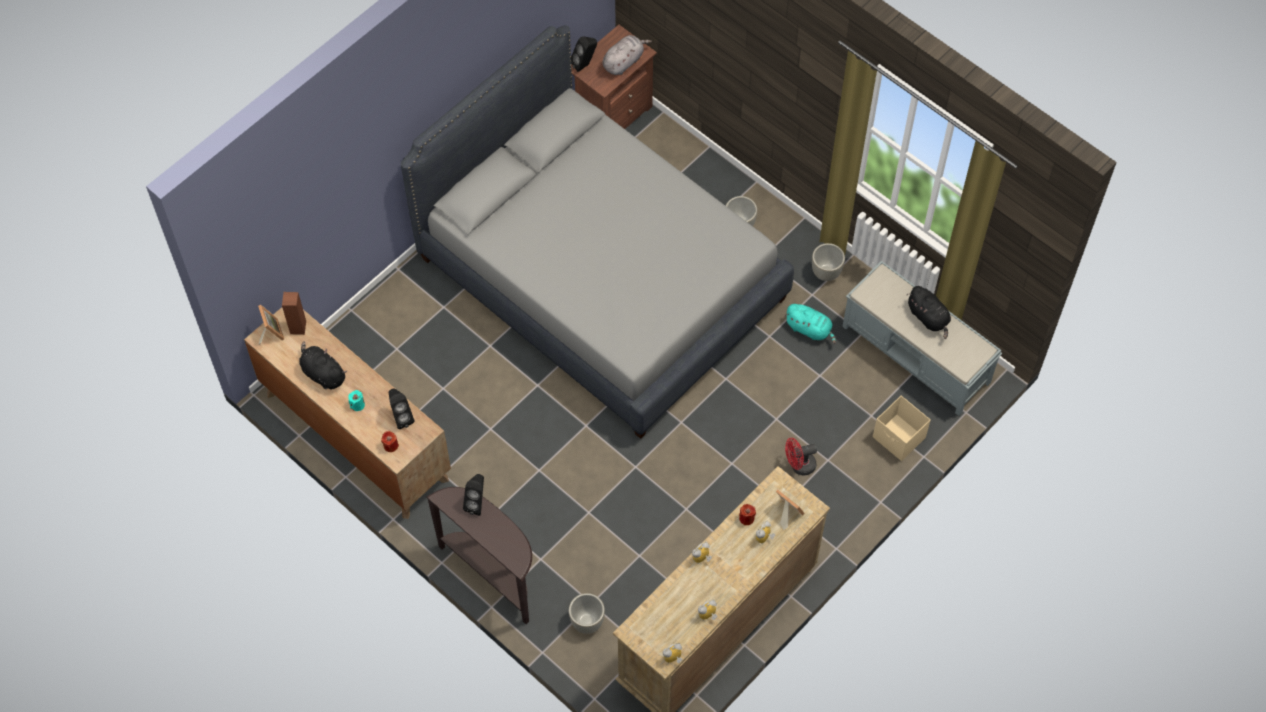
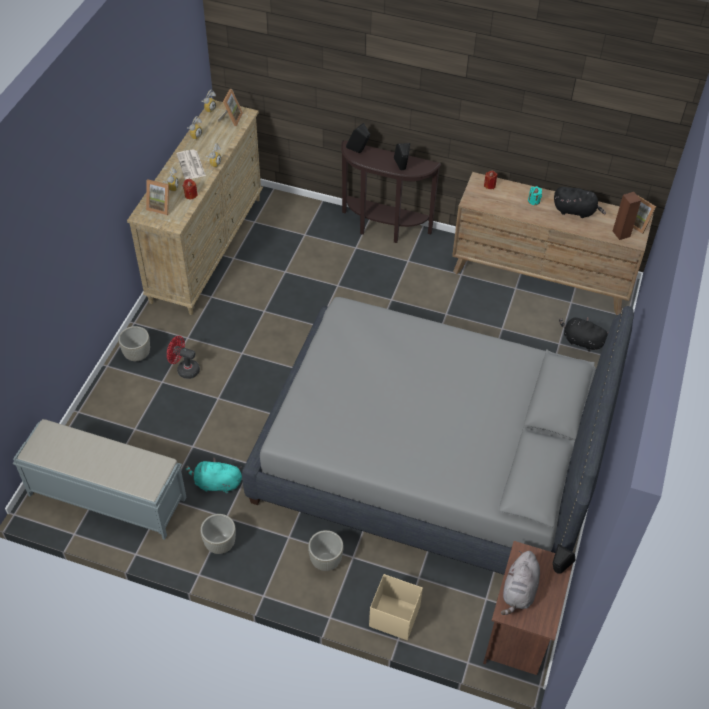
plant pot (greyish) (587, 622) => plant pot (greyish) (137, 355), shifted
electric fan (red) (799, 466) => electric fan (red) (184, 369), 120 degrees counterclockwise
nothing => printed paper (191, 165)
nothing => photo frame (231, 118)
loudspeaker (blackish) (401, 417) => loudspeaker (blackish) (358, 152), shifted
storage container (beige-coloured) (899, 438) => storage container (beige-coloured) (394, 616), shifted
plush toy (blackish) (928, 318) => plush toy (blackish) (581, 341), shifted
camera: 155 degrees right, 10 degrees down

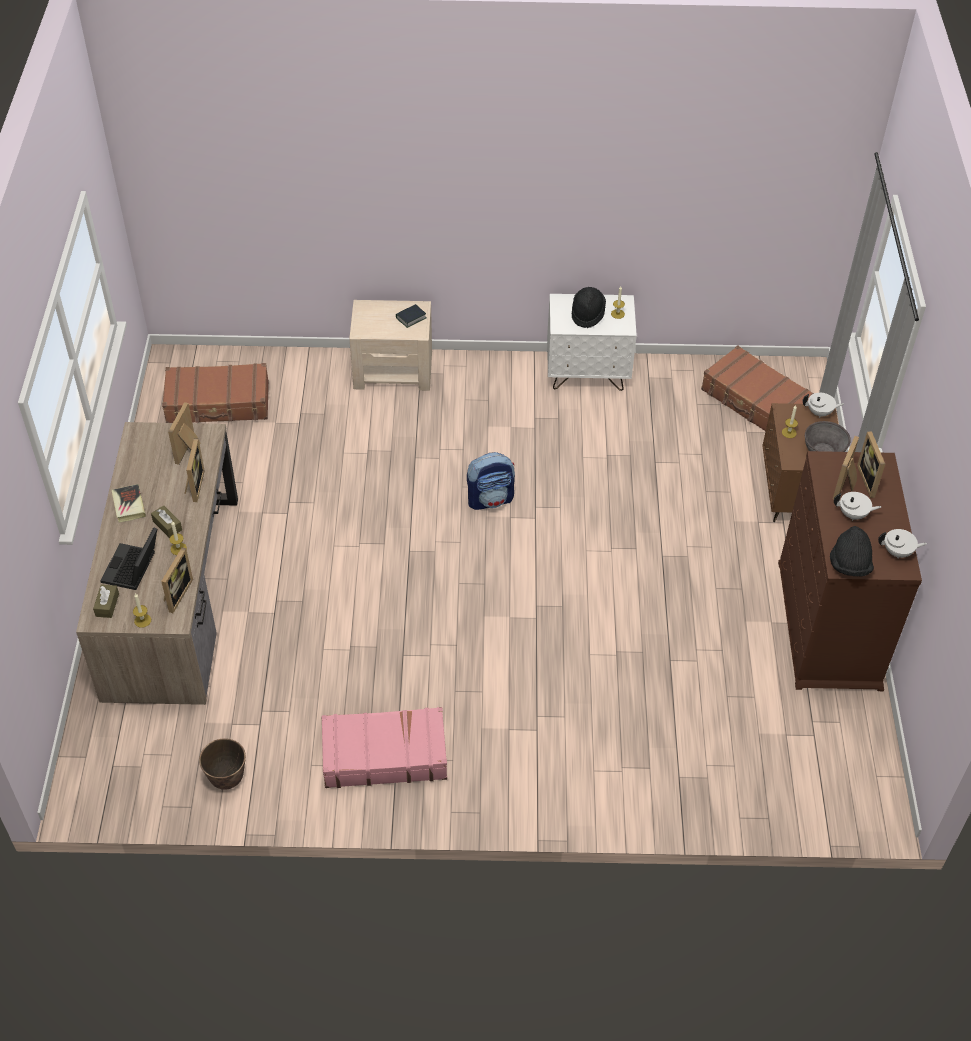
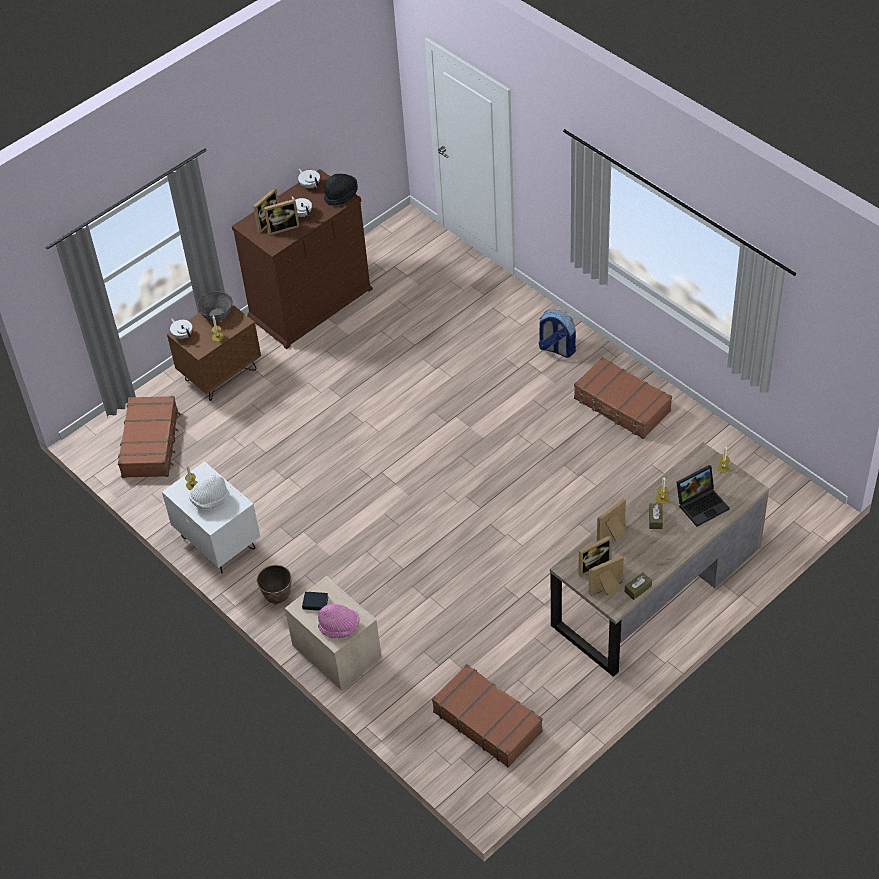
wearable hat (blackish) (587, 314) => wearable hat (white-coloured) (210, 500)
plant pot (227, 779) => plant pot (277, 597), shifted
nothing => wearable hat (pinkish) (339, 627)
rucksack (490, 499) => rucksack (556, 349), shifted
suitcase (pinkish) (384, 755) => suitcase (brown) (622, 405)
photo frame (176, 594) => photo frame (607, 590), shifted
box of tissues (brown) (107, 605) => box of tissues (brown) (638, 589), shifted
book (129, 505) => nothing
camera: 130 degrees left, 0 degrees up

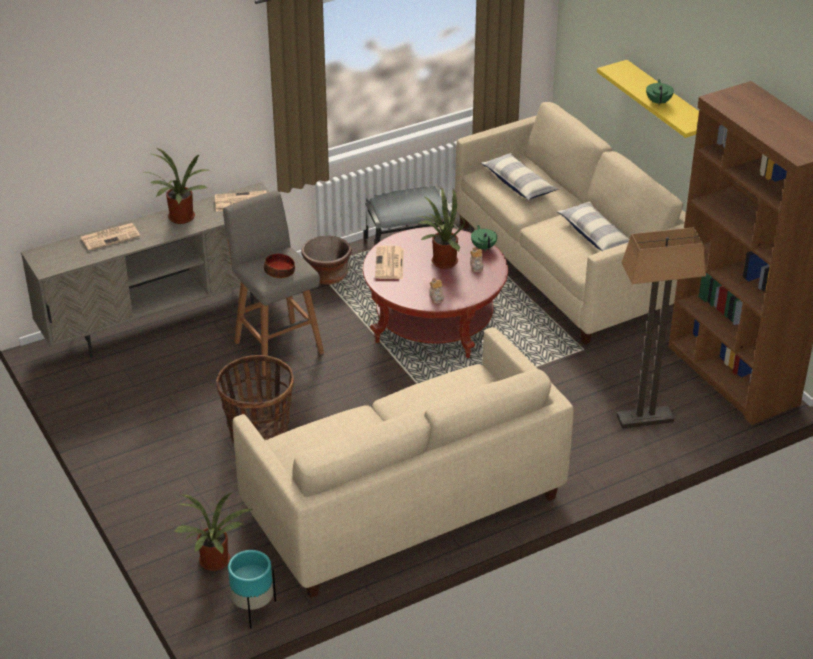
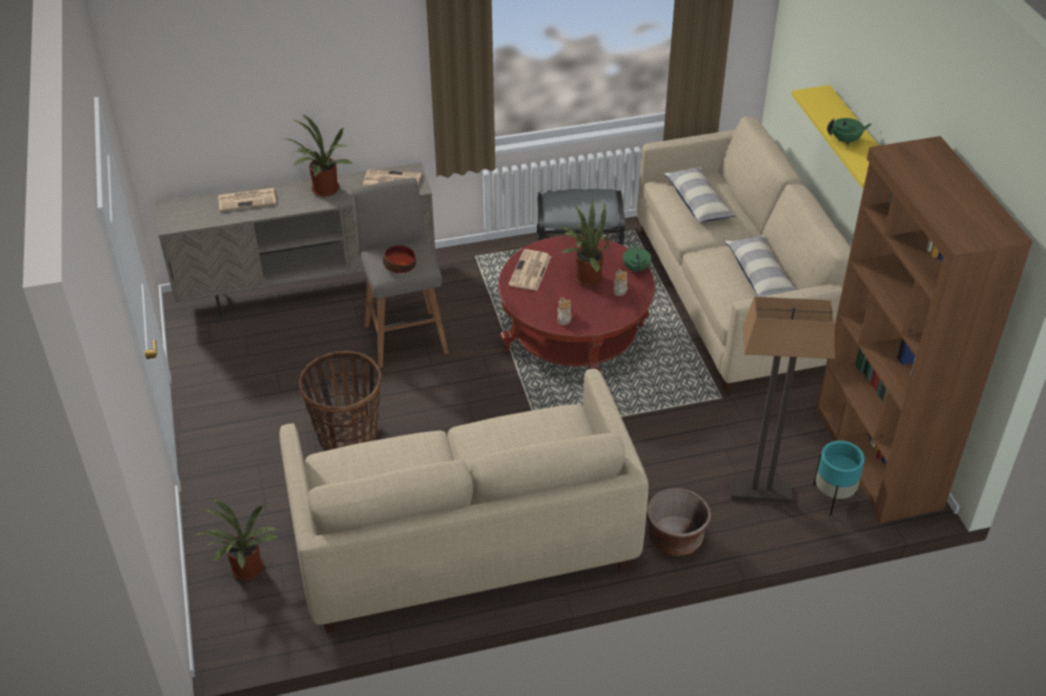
plant pot (brown) (327, 275) => plant pot (brown) (675, 538), shifted
plant pot (blue-green) (253, 610) => plant pot (blue-green) (832, 498), shifted
tea pot (green) (658, 102) => tea pot (green) (846, 140), 60 degrees clockwise
camera: 15 degrees right, 5 degrees up

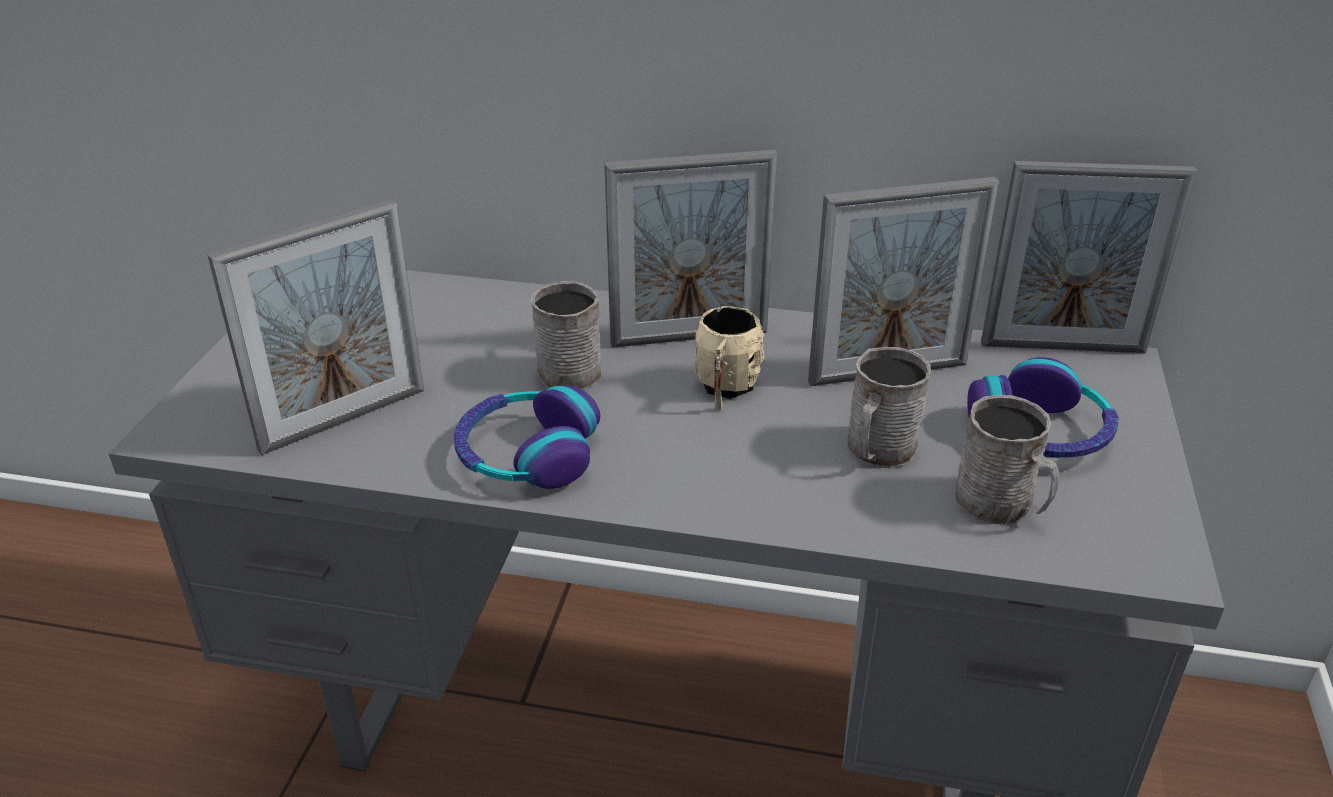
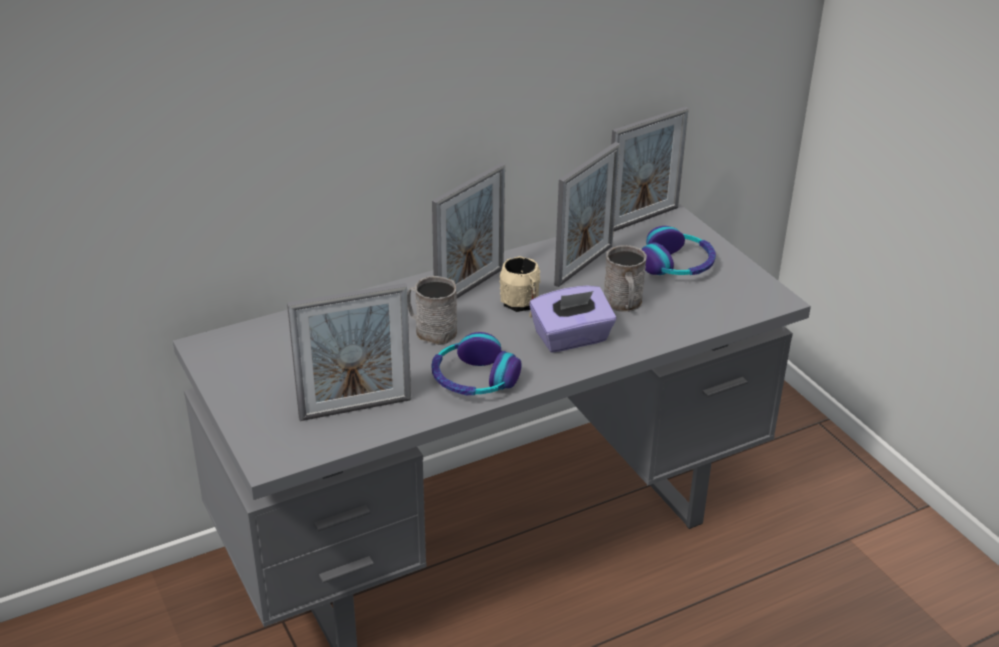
photo frame (344, 419) => photo frame (355, 408), 60 degrees clockwise
nothing => box of tissues (purplish) (571, 338)
tea mug (greyish) (1002, 506) => nothing
camera: 40 degrees left, 0 degrees up

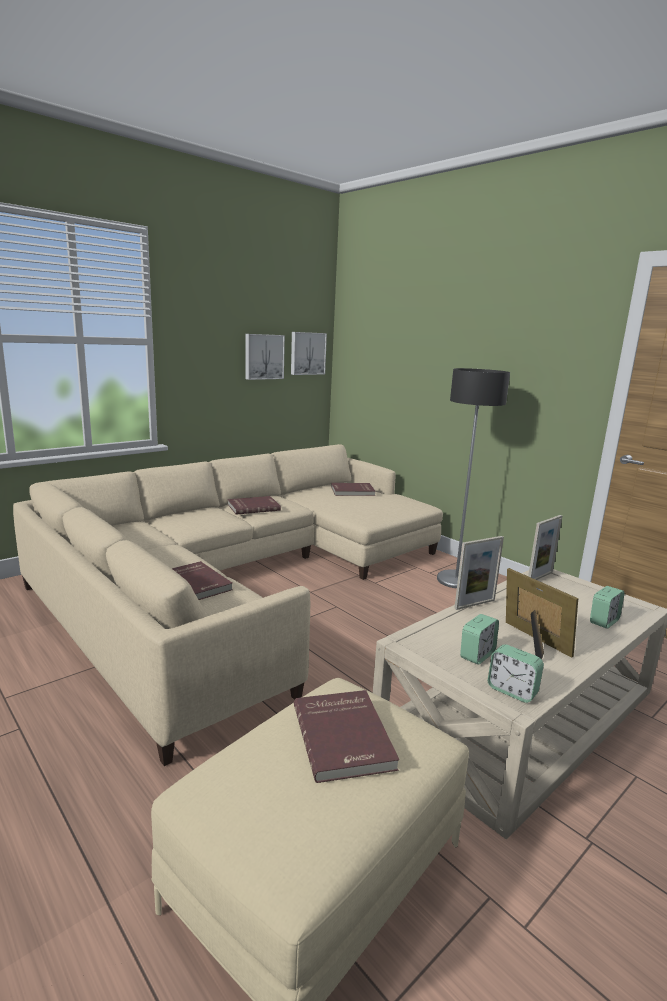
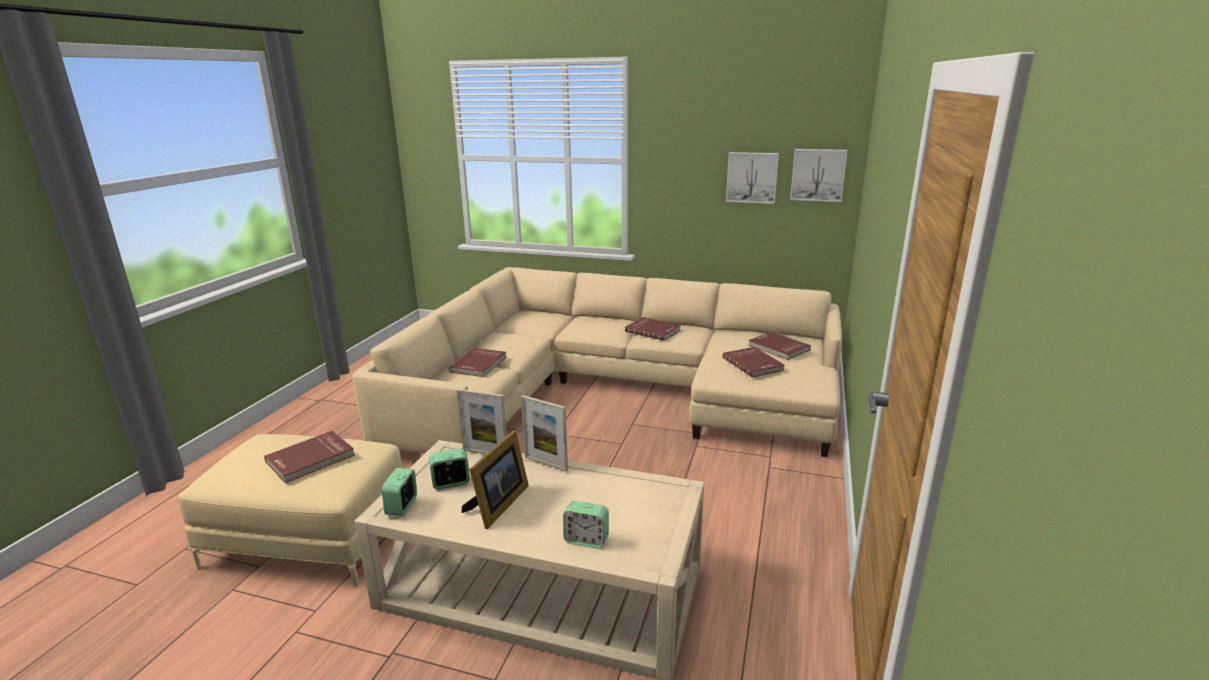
table clock (477, 655) => table clock (451, 483), 150 degrees clockwise
photo frame (540, 577) => photo frame (485, 453), shifted
nothing => book (red) (753, 364)
standard lamp (456, 580) => nothing
camera: 60 degrees right, 5 degrees up

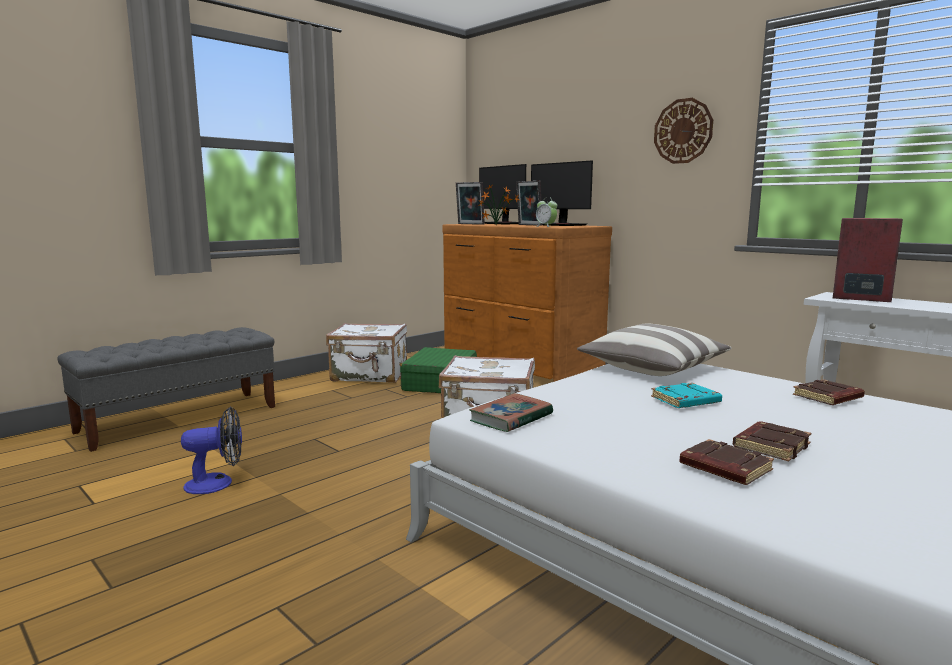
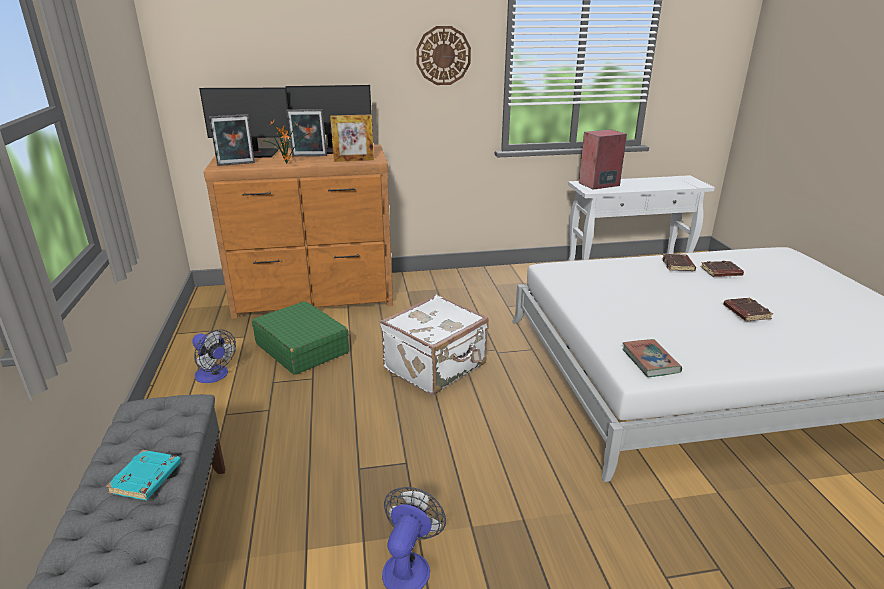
book (blue-green) (685, 401) => book (blue-green) (146, 479), shifted
suitcase (white-coloured) (370, 375) => electric fan (215, 376)
table clock (546, 226) => photo frame (353, 160)
book (brown) (723, 468) => book (brown) (721, 272), shifted
throw pillow (653, 368) => nothing
camera: 55 degrees left, 15 degrees up

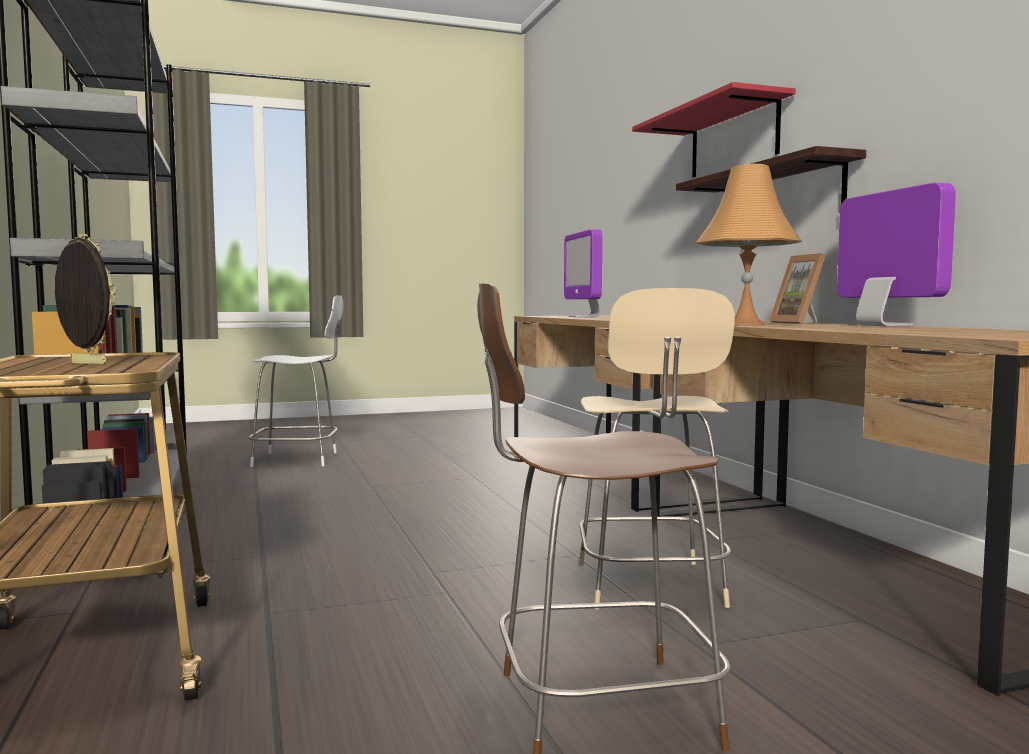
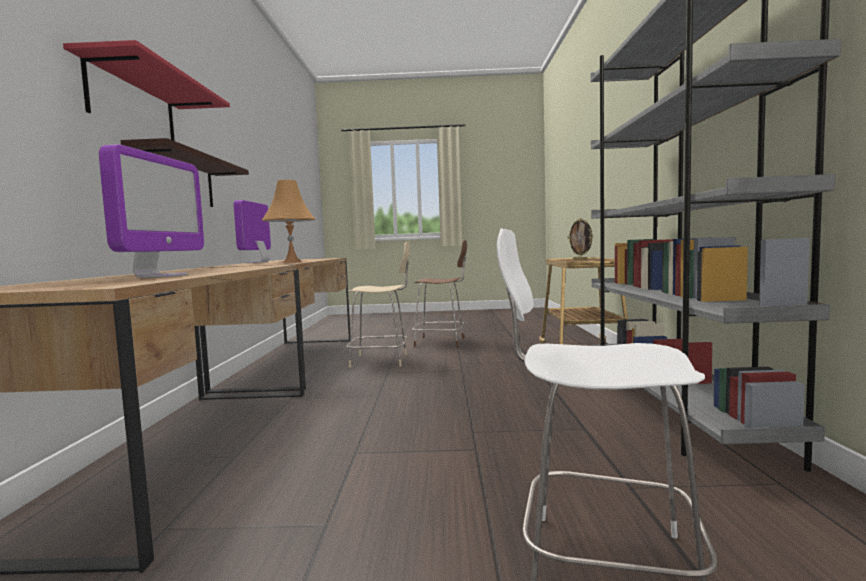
upright chair (beige-coloured) (649, 587) => upright chair (beige-coloured) (382, 360), 75 degrees clockwise
photo frame (801, 323) => nothing
camera: 160 degrees left, 0 degrees up

